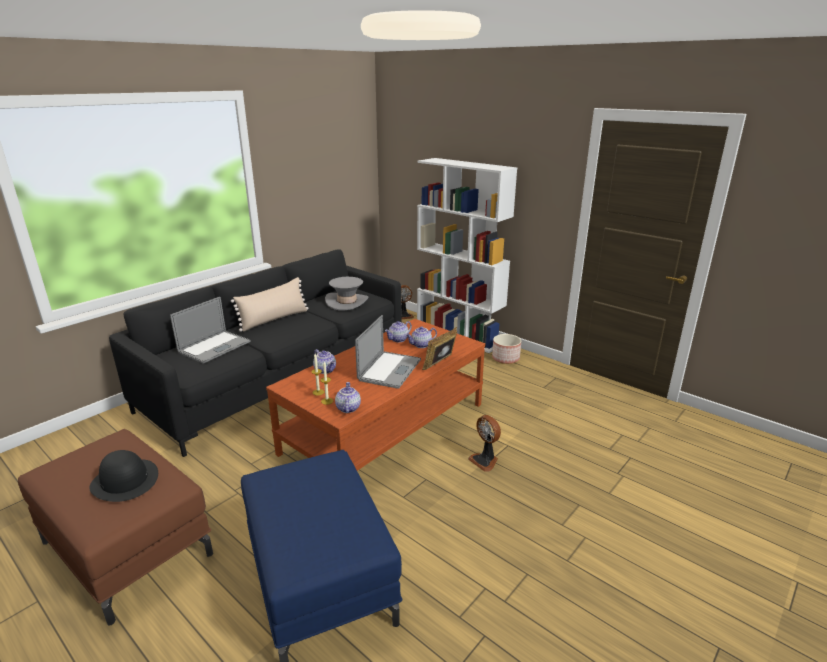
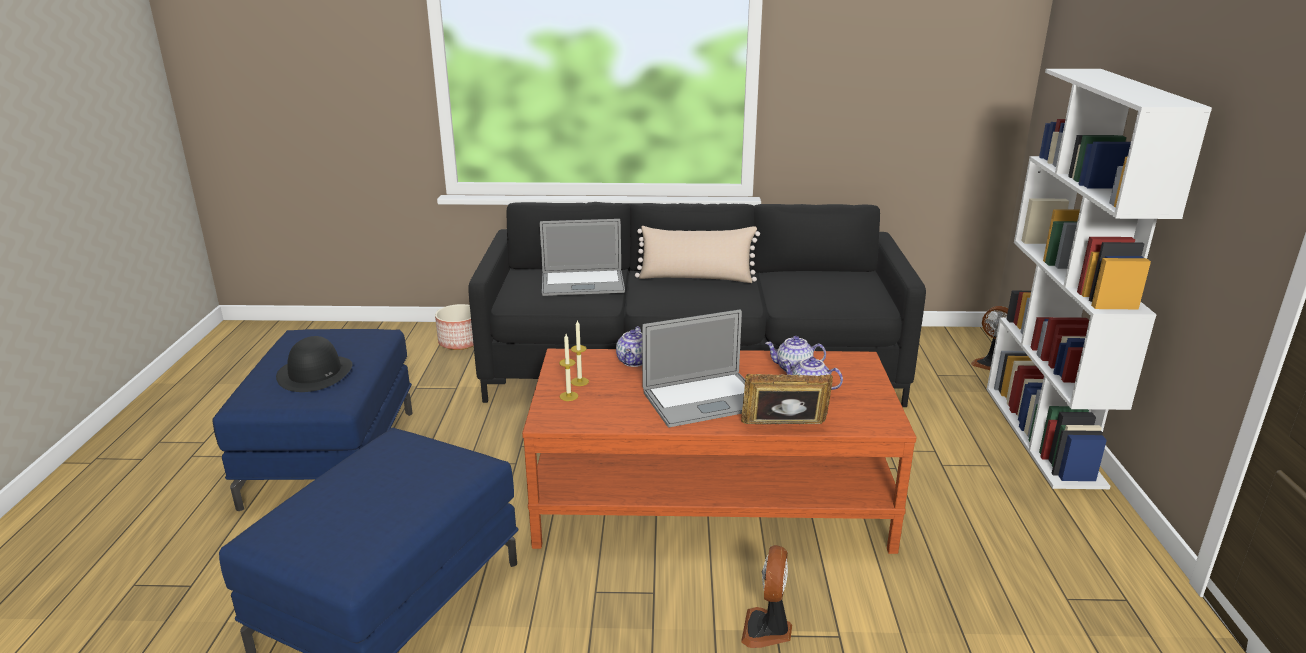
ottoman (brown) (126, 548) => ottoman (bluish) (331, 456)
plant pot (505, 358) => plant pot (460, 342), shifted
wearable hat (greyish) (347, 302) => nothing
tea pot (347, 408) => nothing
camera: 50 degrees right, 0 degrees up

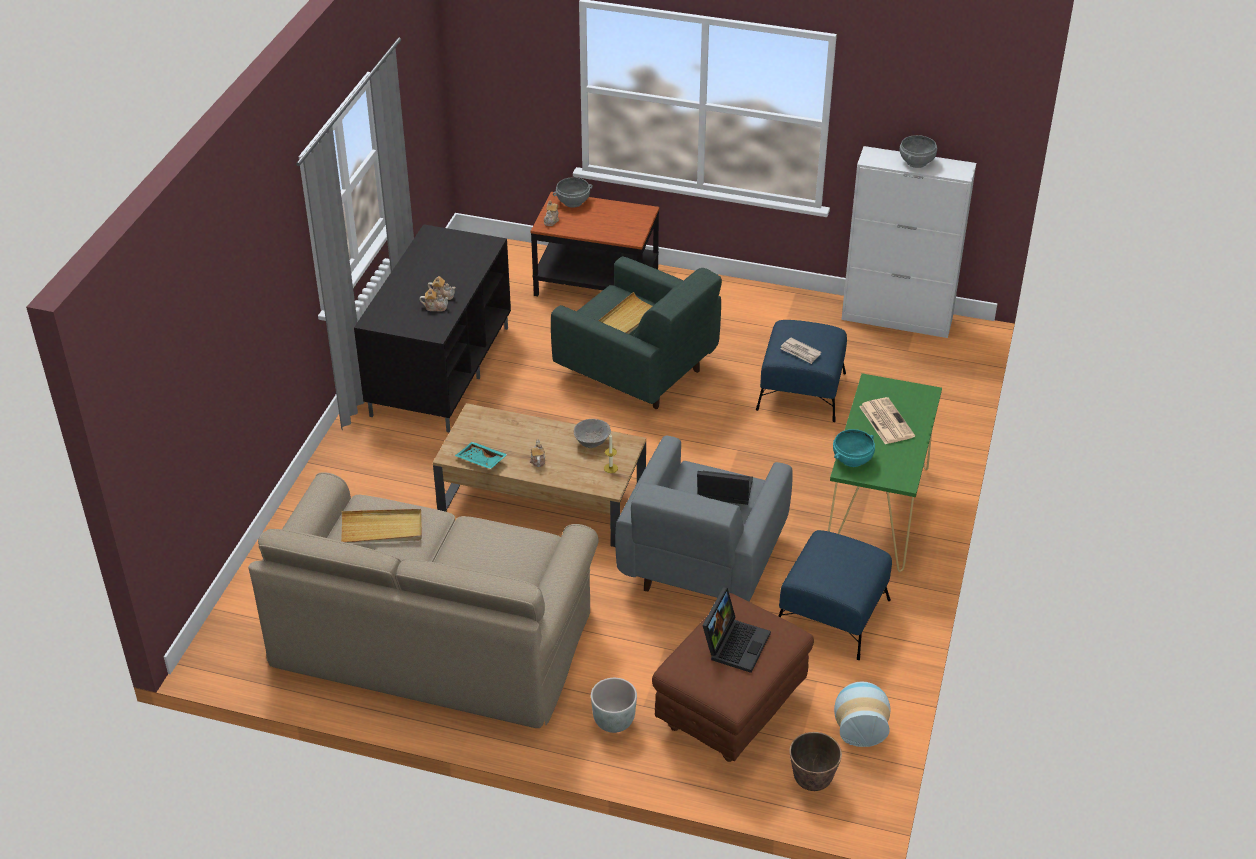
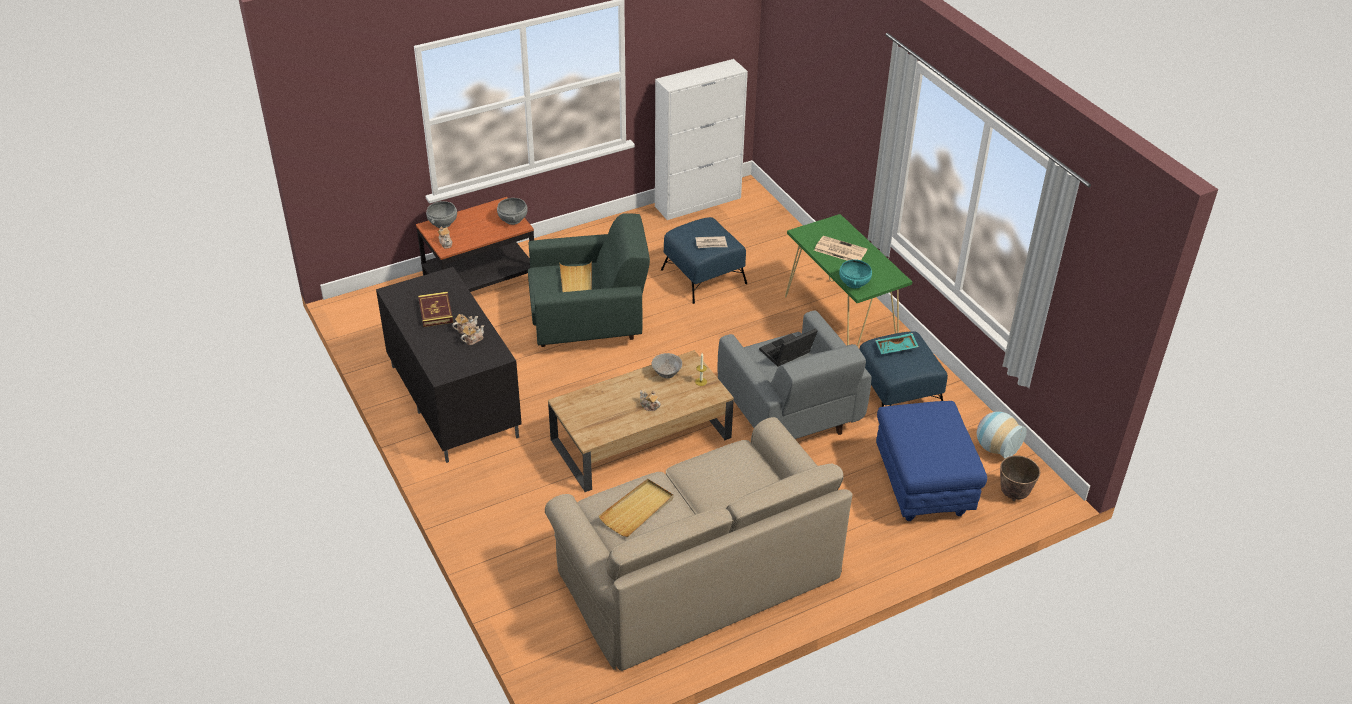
nothing => book (435, 311)
bowl (greyish) (917, 162) => bowl (greyish) (513, 219), shifted
carrying tray (blue-green) (480, 461) => carrying tray (blue-green) (896, 348), shifted
ottoman (brown) (730, 710) => ottoman (bluish) (921, 487)
plant pot (greyish) (613, 722) => nothing
portable computer (735, 643) => nothing
camera: 45 degrees left, 0 degrees up

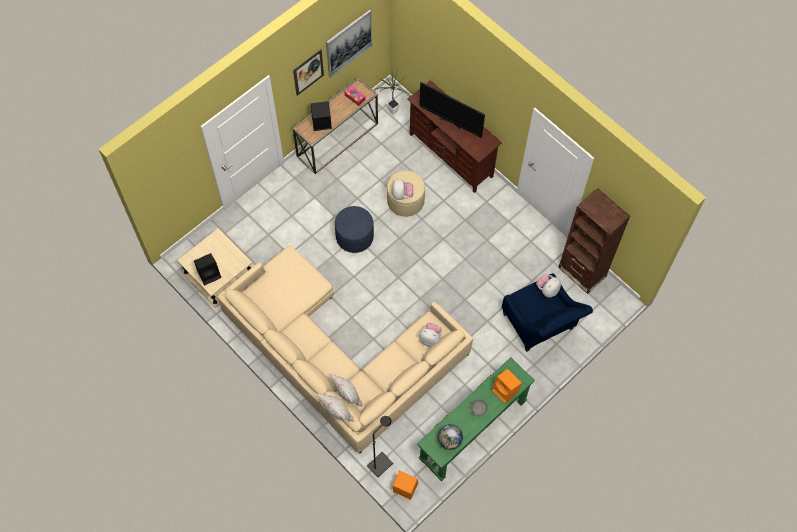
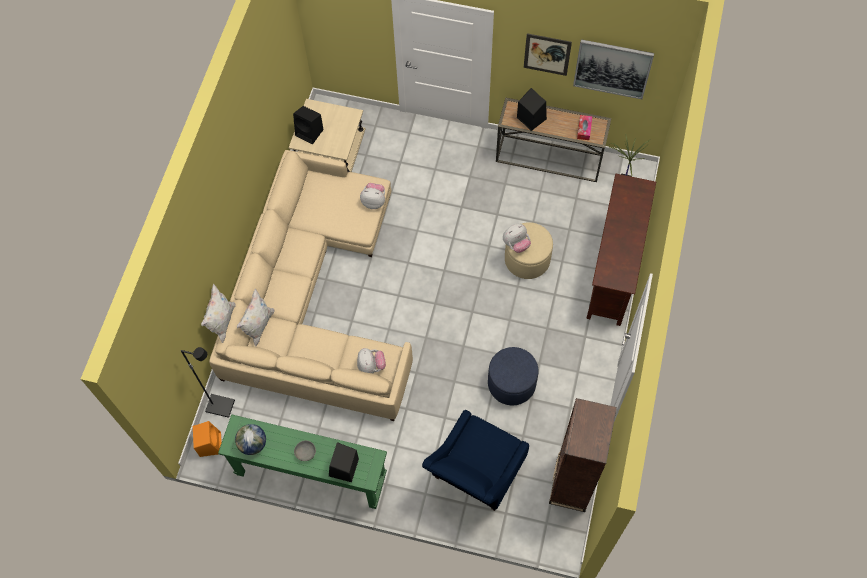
loudspeaker (orangey) (505, 391) => loudspeaker (blackish) (343, 468)
plush toy (547, 289) => plush toy (374, 201), shifted
ottoman (bluish) (354, 236) => ottoman (bluish) (511, 383), shifted
TV set (451, 122) => nothing
camera: 60 degrees right, 0 degrees up

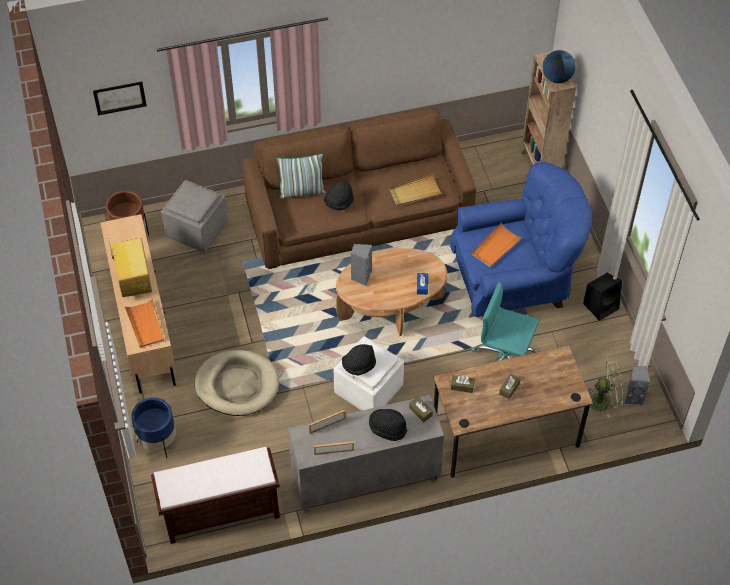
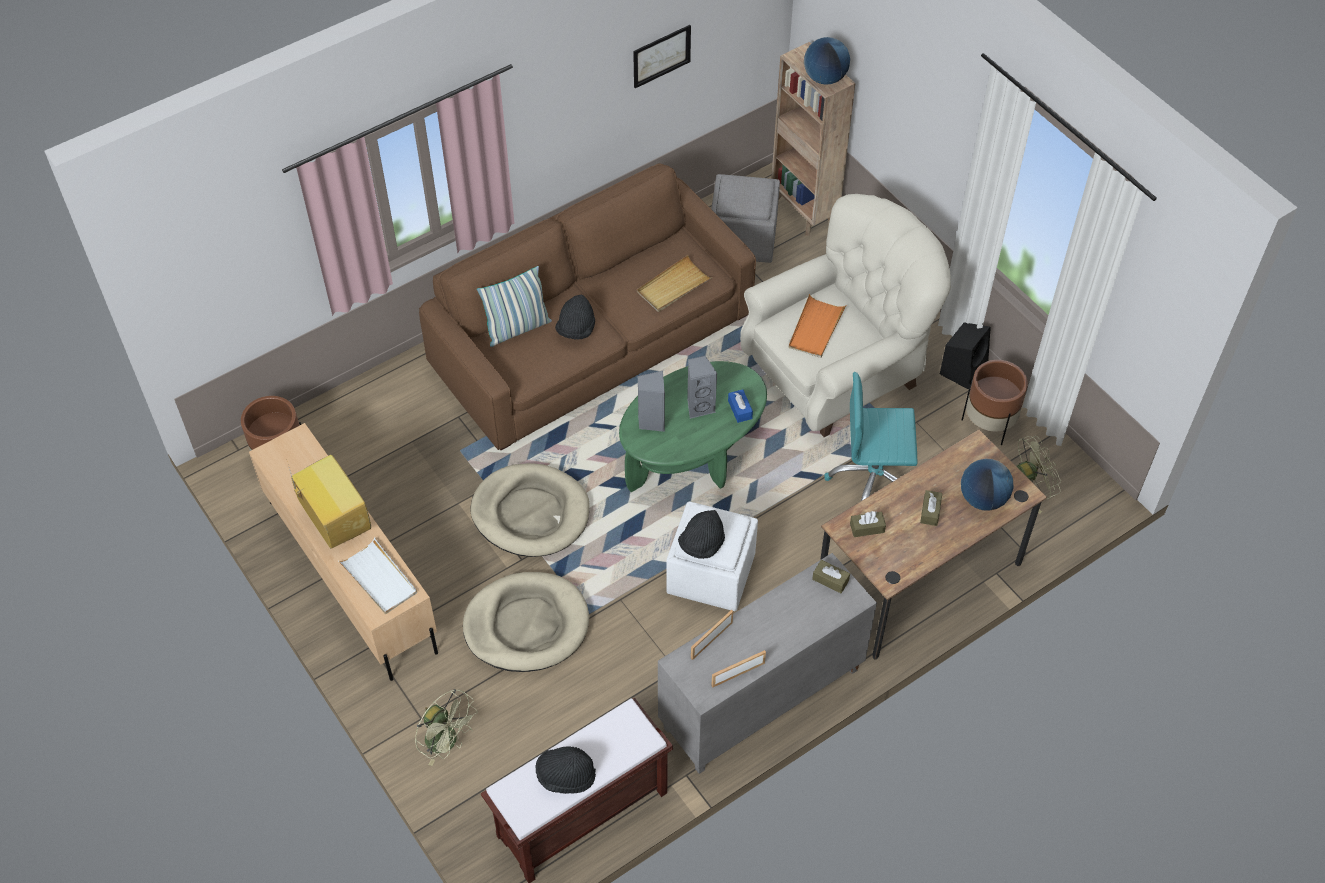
carrying tray (orangey) (145, 325) => carrying tray (white-coloured) (379, 578)
plant pot (bluish) (158, 442) => electric fan (green) (447, 742)
nothing => dog bed (beige-coloured) (531, 513)
wearable hat (blackish) (387, 428) => wearable hat (blackish) (565, 776), shifted
lounge table (brown) (391, 309) => lounge table (green) (692, 456)
wall picture (119, 98) => wall picture (661, 56), shifted
loudspeaker (greyish) (633, 398) => loudspeaker (greyish) (699, 406), shifted
ottoman (greyish) (196, 230) => ottoman (greyish) (742, 239), shifted
easy chair (bluish) (514, 281) => easy chair (beige-coloured) (838, 370)
nothing => globe (983, 499)
nothing => plant pot (brown) (989, 424)
camera: 20 degrees left, 0 degrees up

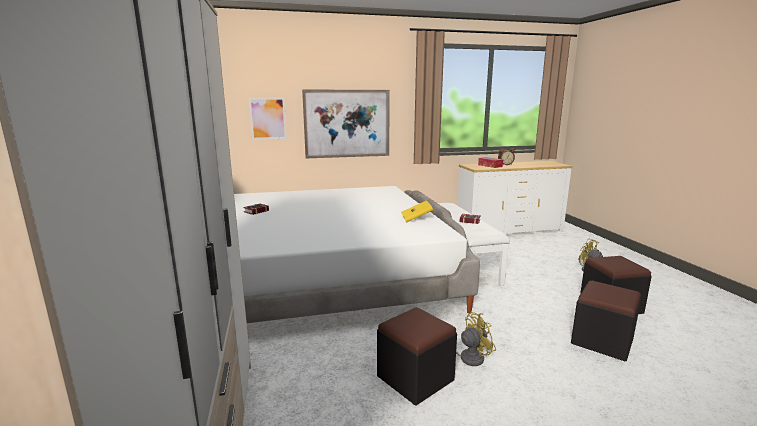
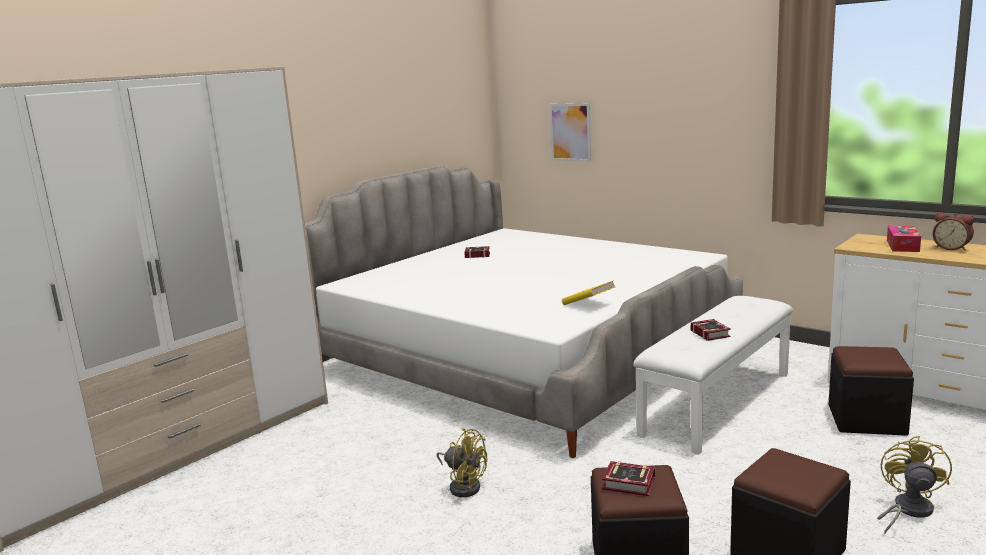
nothing => book (631, 484)
ottoman (blackish) (415, 378) => ottoman (blackish) (866, 420), shifted
wall picture (347, 124) => nothing
camera: 55 degrees right, 0 degrees up

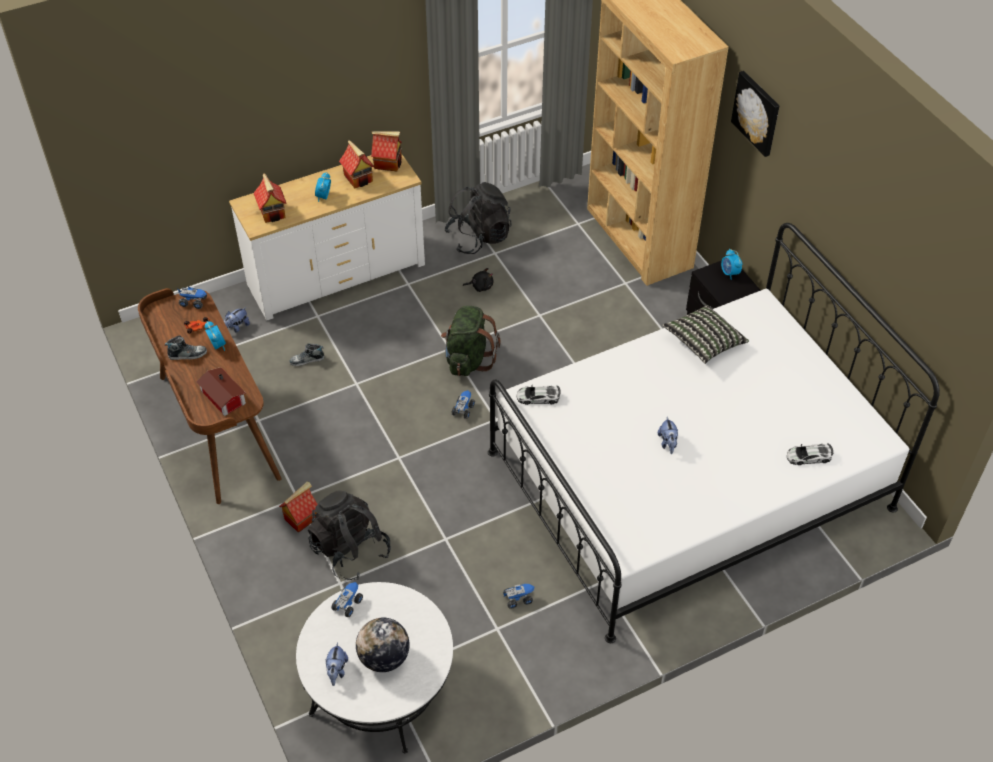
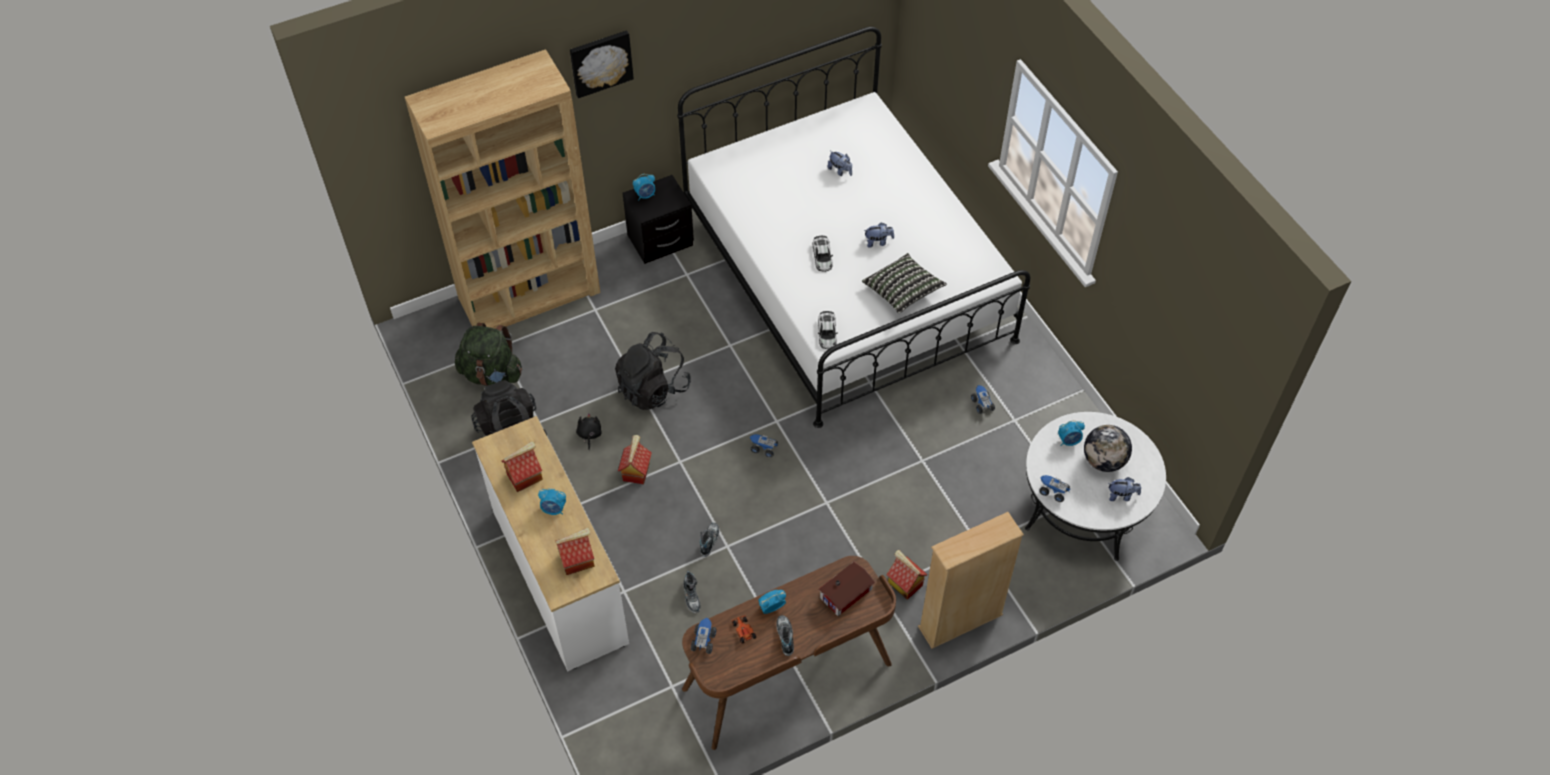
rucksack (green) (468, 359) => rucksack (green) (492, 374), shifted
rucksack (blackish) (350, 550) => rucksack (blackish) (653, 388), shifted
miniature house (388, 163) => miniature house (635, 471), shifted
nothing => item of footwear (709, 541)
toy car (808, 456) => toy car (822, 256), shifted
plush toy (237, 327) => plush toy (840, 171), shifted
throw pillow (703, 342) => throw pillow (902, 291), shifted
nothing => bookshelf (beige-coloured) (960, 621)
nothing => table clock (1069, 441)
camera: 90 degrees left, 5 degrees up

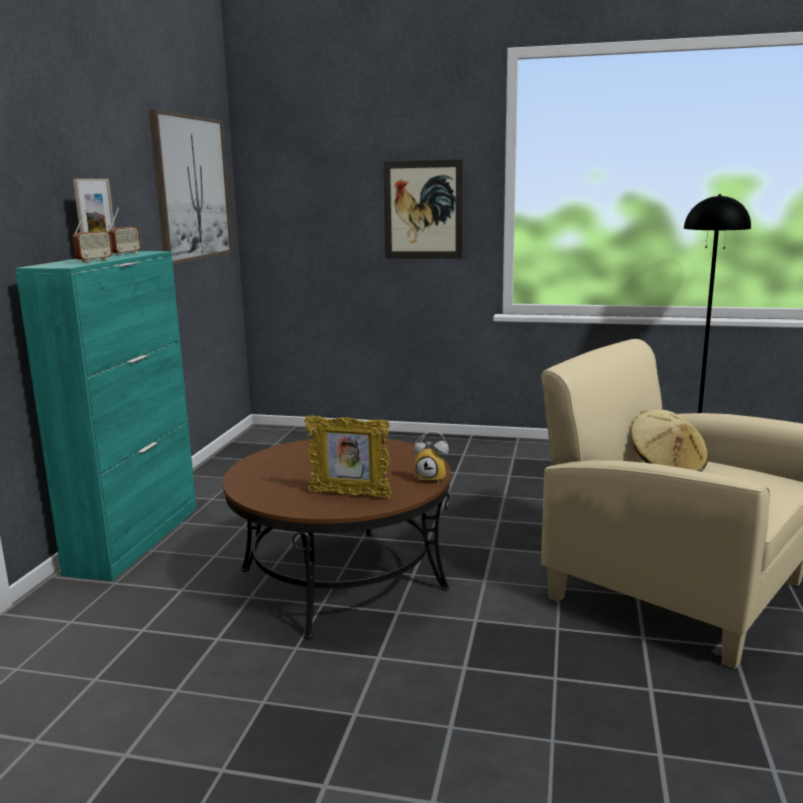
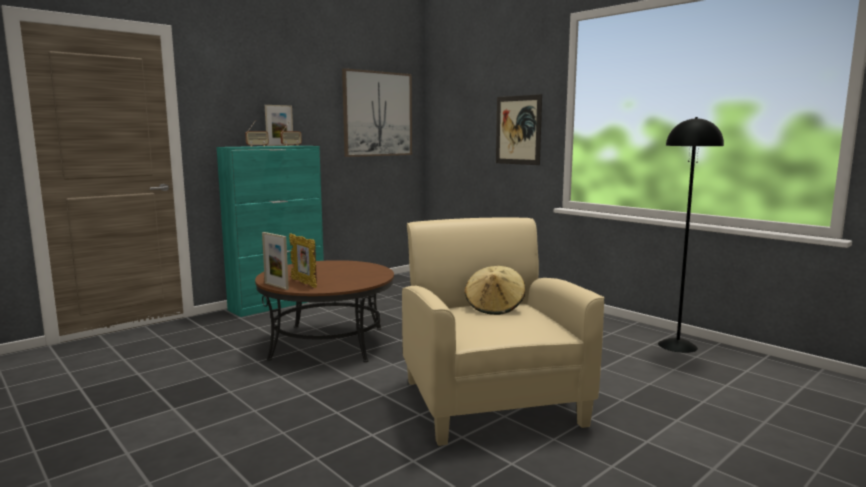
nothing => photo frame (276, 286)
table clock (432, 478) => nothing
camera: 35 degrees right, 5 degrees down

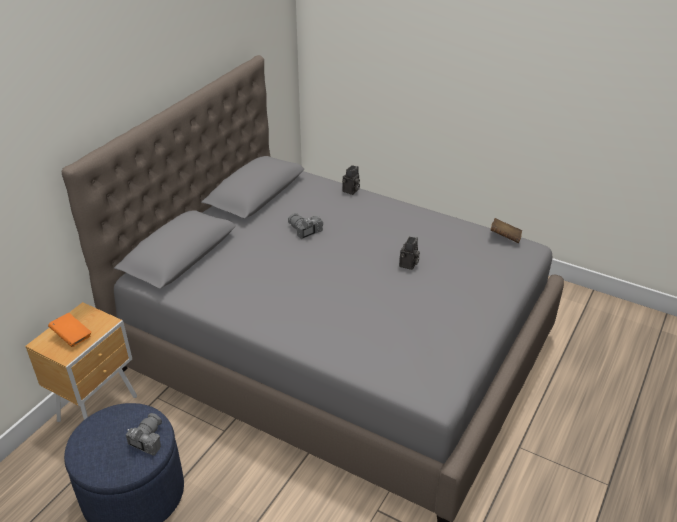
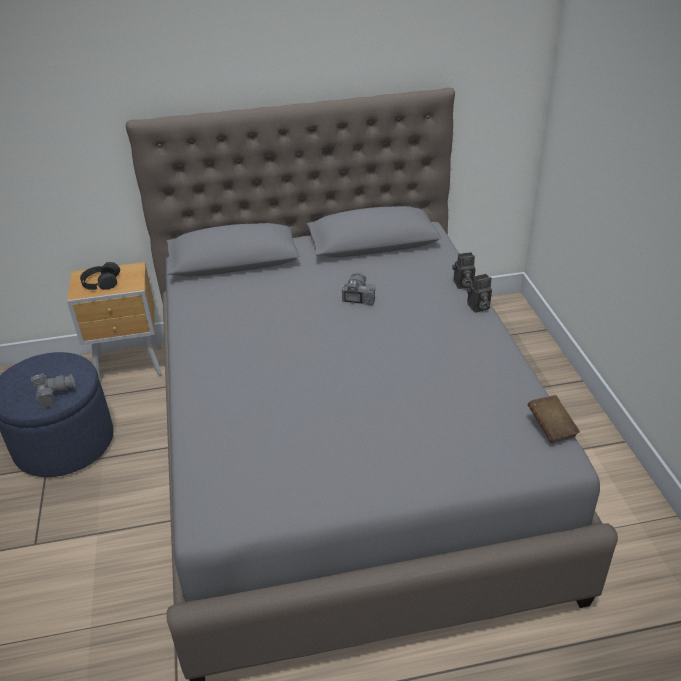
book (orangey) (72, 336) => pair of headphones (blackish) (101, 282)
still camera (408, 265) => still camera (478, 307), shifted
camera: 50 degrees right, 0 degrees up

